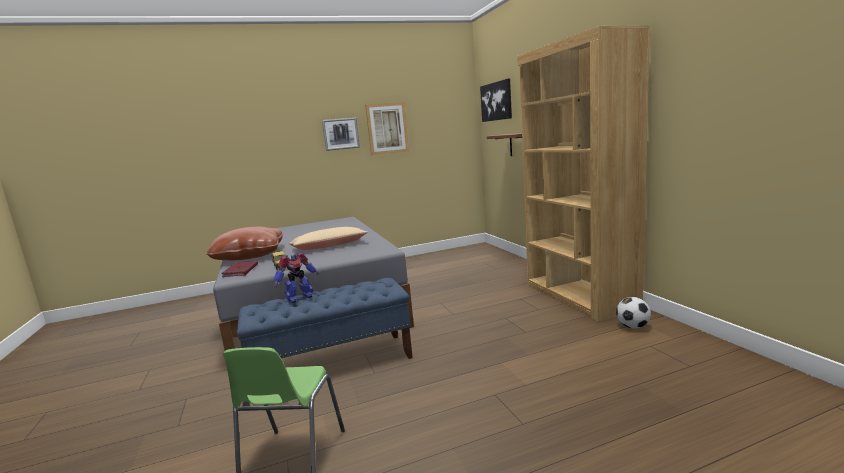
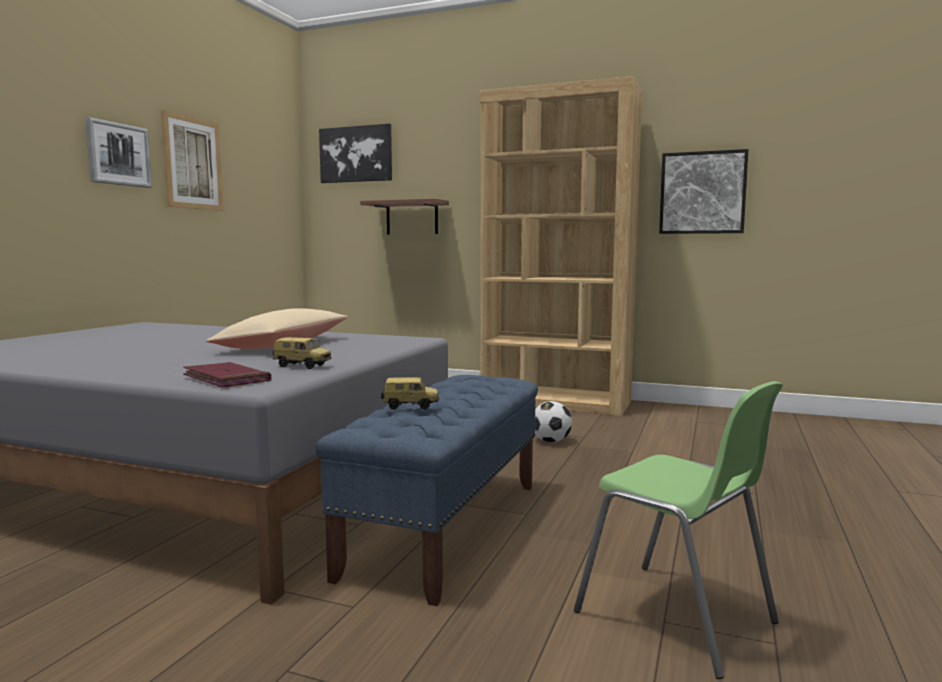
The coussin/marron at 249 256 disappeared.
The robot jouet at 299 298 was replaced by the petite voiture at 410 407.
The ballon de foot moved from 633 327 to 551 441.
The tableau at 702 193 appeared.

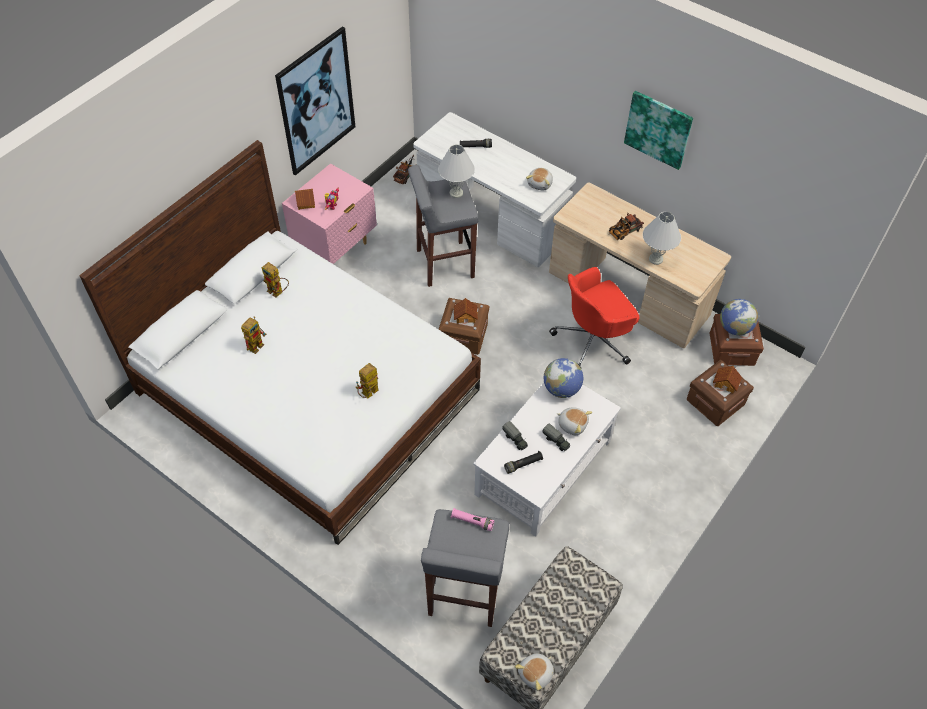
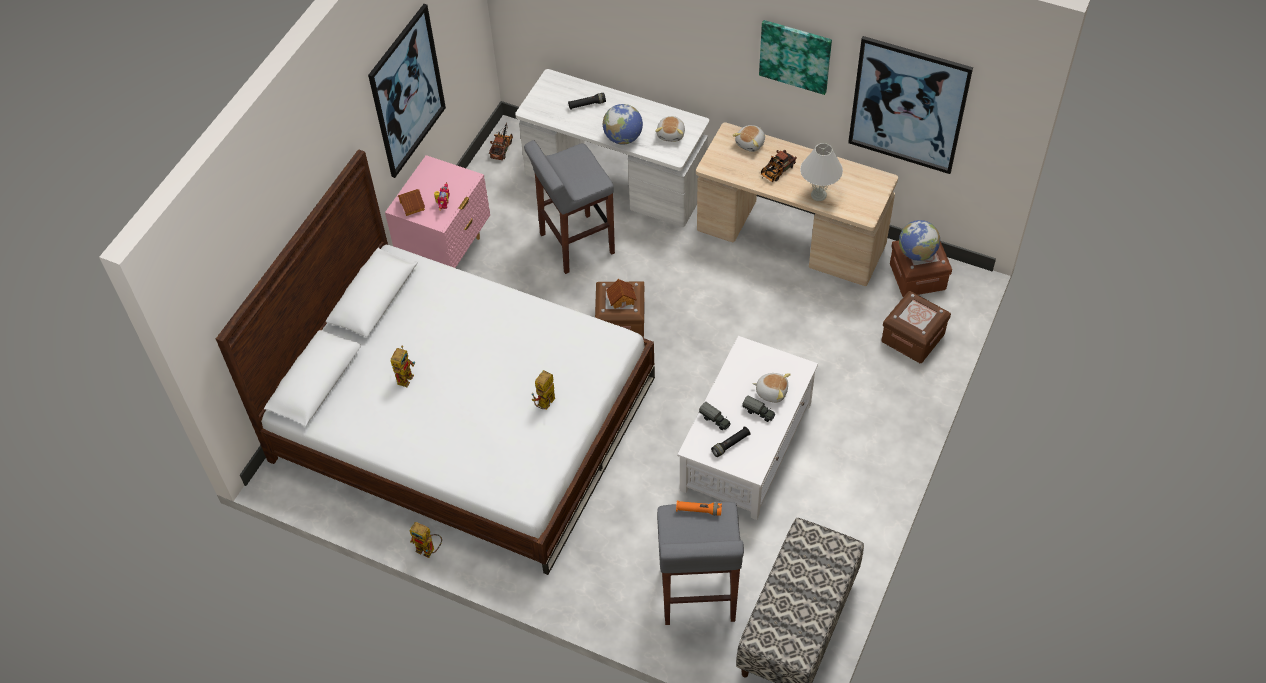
The robot jouet moved from 278 292 to 429 550.
The lampe de table/blanc at 456 193 disappeared.
The lampe de poche/rose at 472 521 became the lampe de poche/orange at 698 510.
The peluche moved from 536 674 to 751 143.
The globe moved from 561 389 to 623 138.
The chaise de bureau/rouge at 593 340 disappeared.
The maison miniature at 726 383 disappeared.
The tableau at 908 105 appeared.

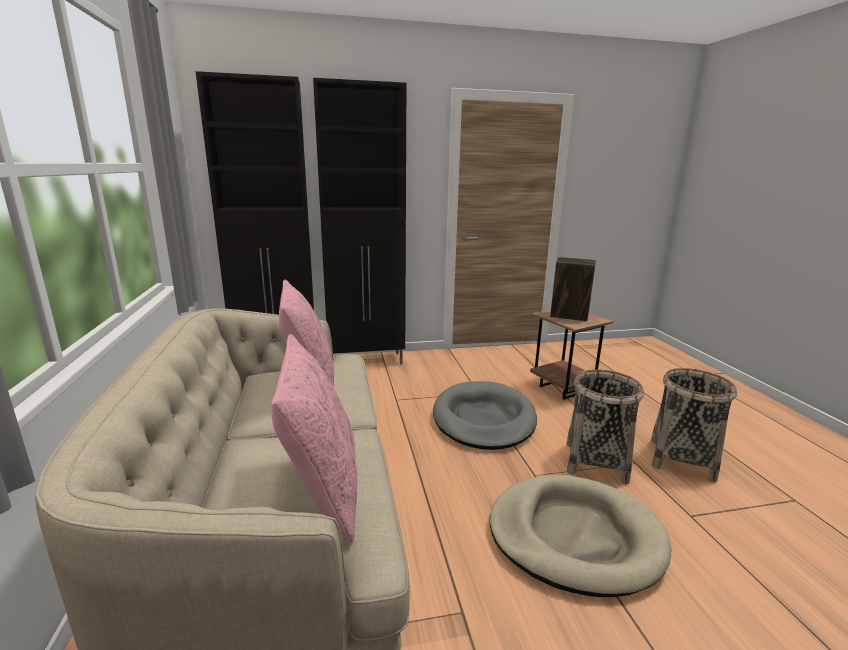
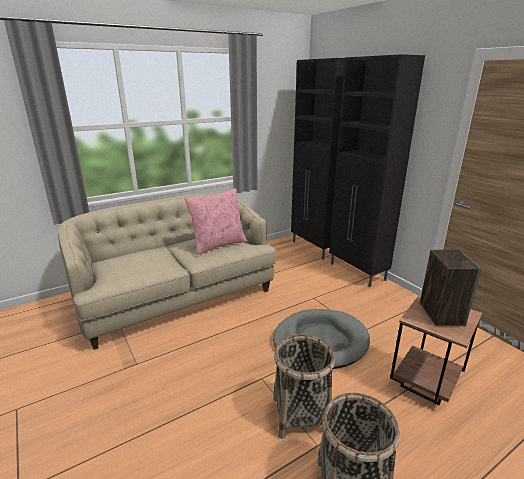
The coussin/rose at 322 490 disappeared.
The panier pour chien/beige at 574 536 disappeared.

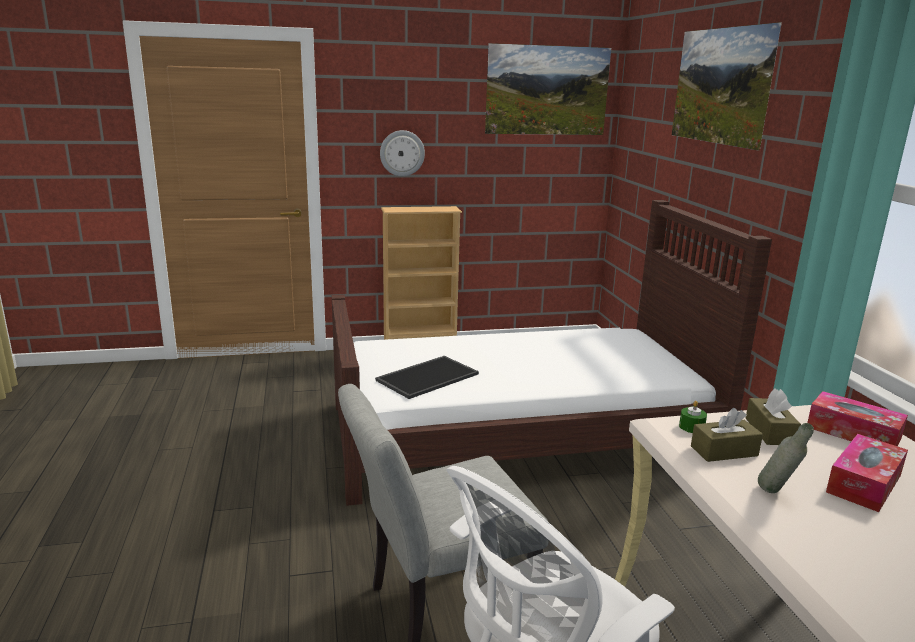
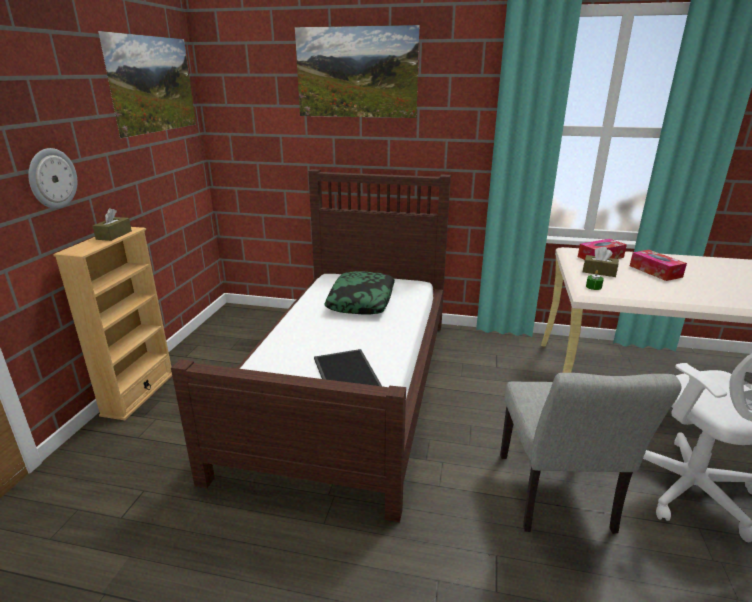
The boîte à mouchoirs/marron moved from 724 451 to 114 235.
The bouteille/gris at 776 494 disappeared.
The coussin at 361 301 appeared.

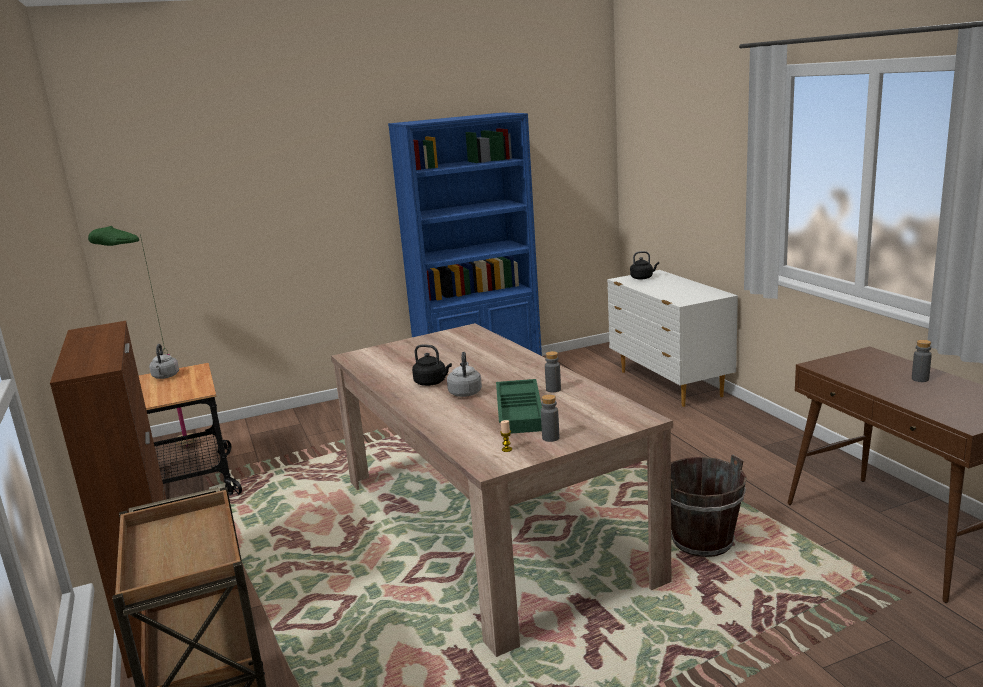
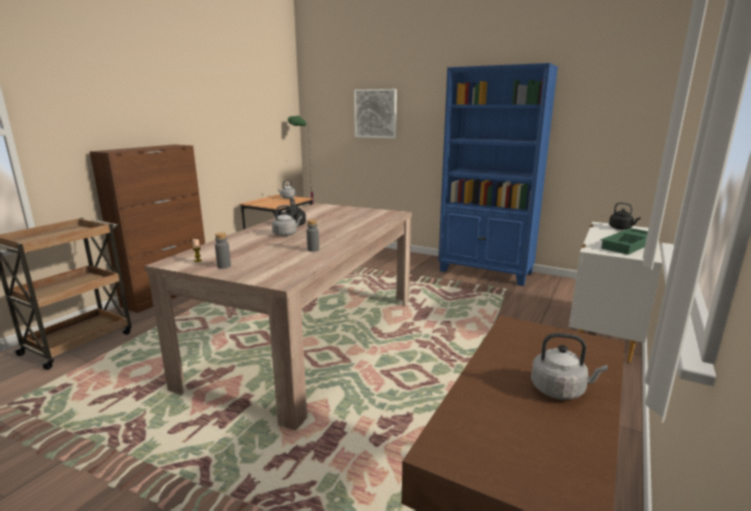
The plateau/vert moved from 521 412 to 629 245.
The seau/marron at 702 542 disappeared.
The bouteille/gris at 920 379 was replaced by the bouilloire/gris at 560 390.
The tableau at 375 113 appeared.

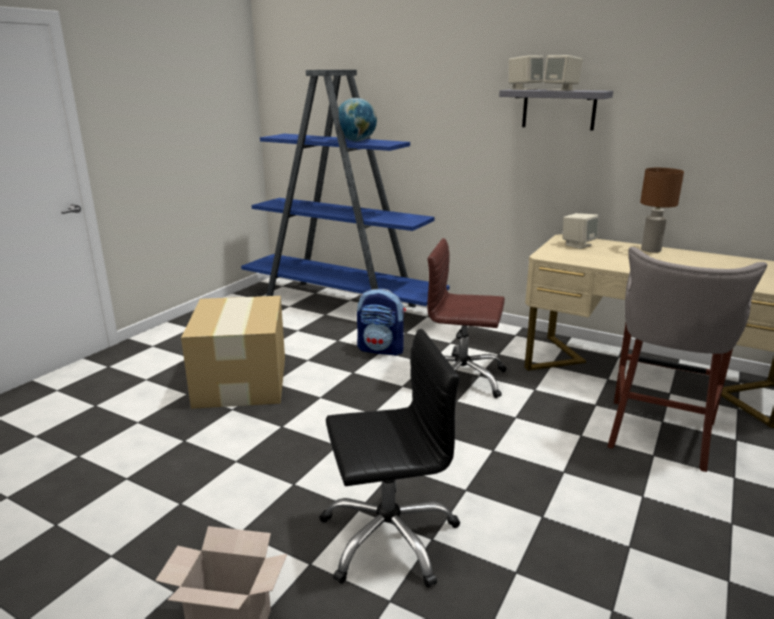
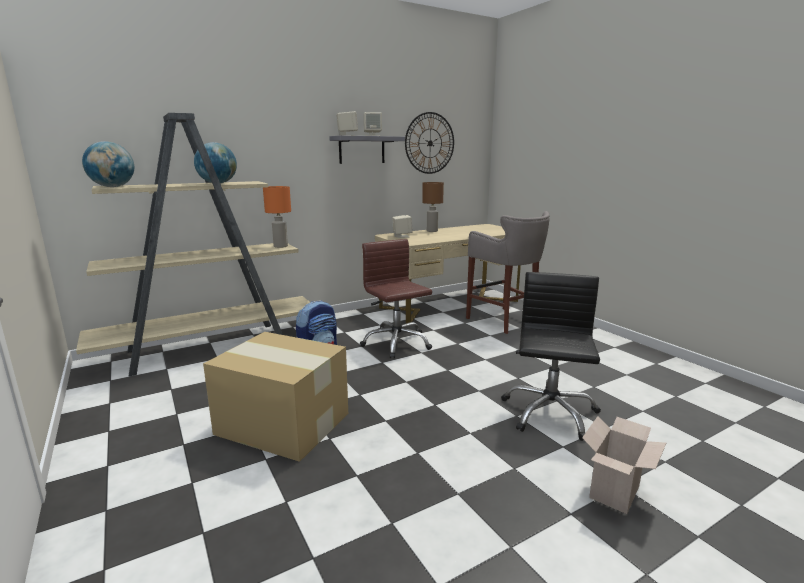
The bibliothèque/bleu at 342 304 became the bibliothèque/beige at 211 347.
The chaise de bureau/marron at 461 378 turned 105 degrees clockwise.
The globe at 112 187 appeared.
The lampe de table/orange at 281 246 appeared.
The horloge murale at 430 143 appeared.

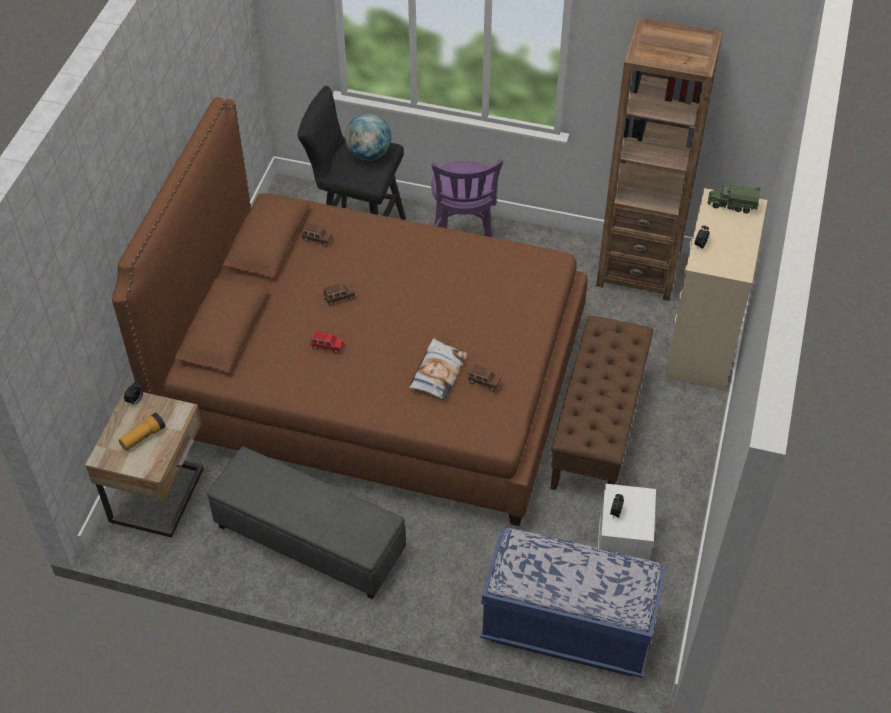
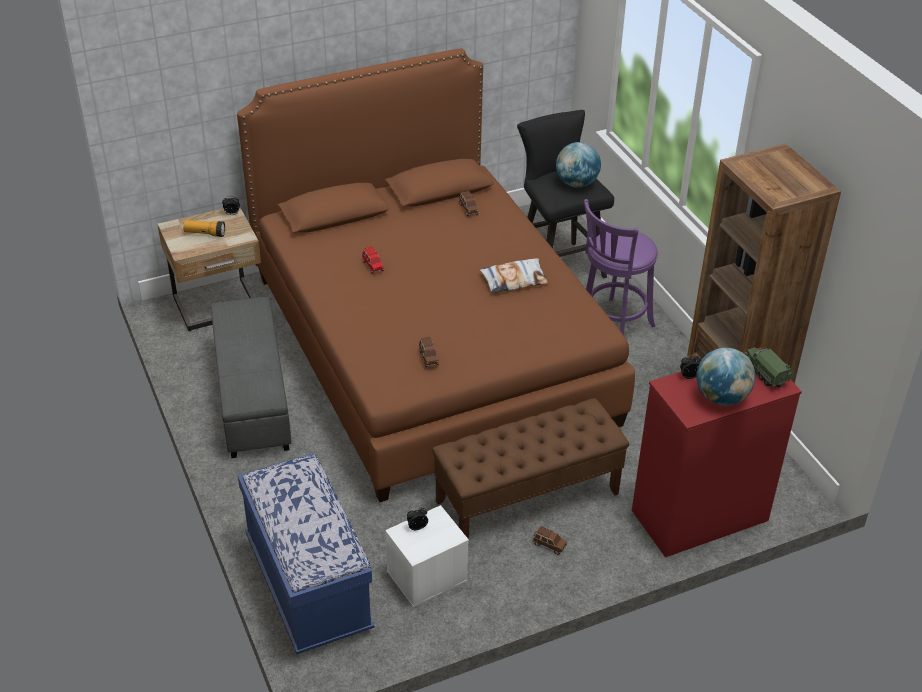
The petite voiture/marron moved from 339 298 to 549 545.
The coussin moved from 438 372 to 514 280.
The commode/beige at 703 344 became the commode/rouge at 698 516.
The globe at 721 397 appeared.

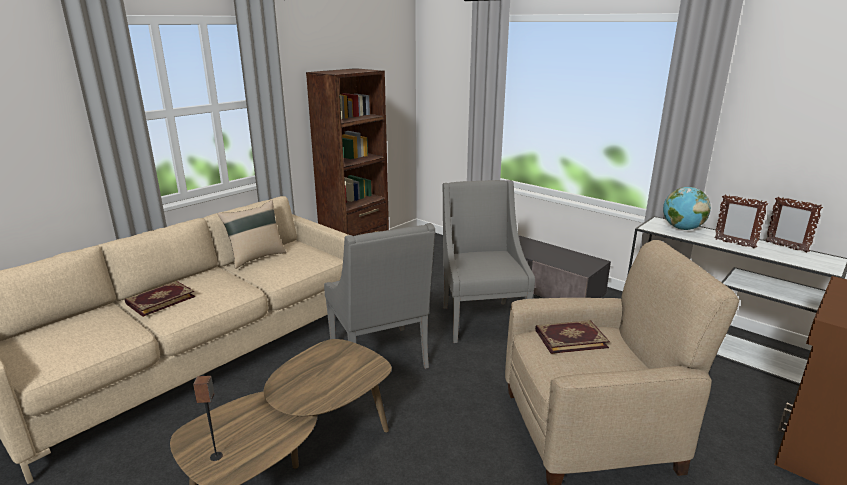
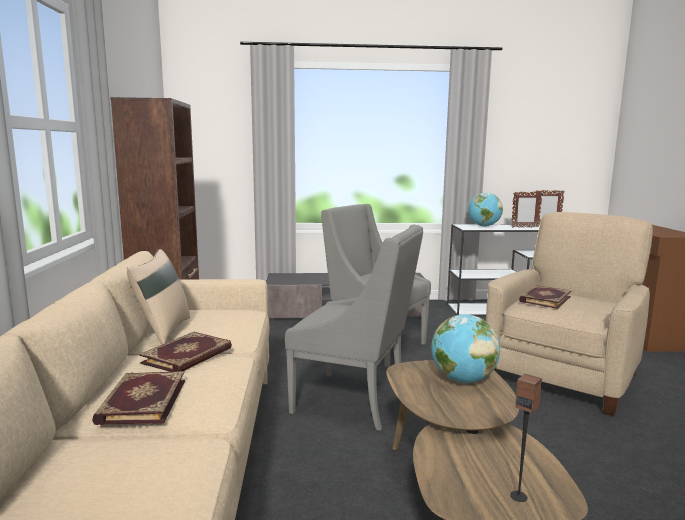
The livre at 188 356 appeared.
The globe at 462 380 appeared.

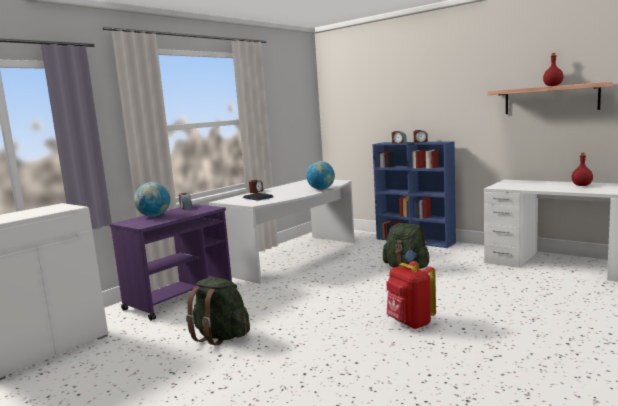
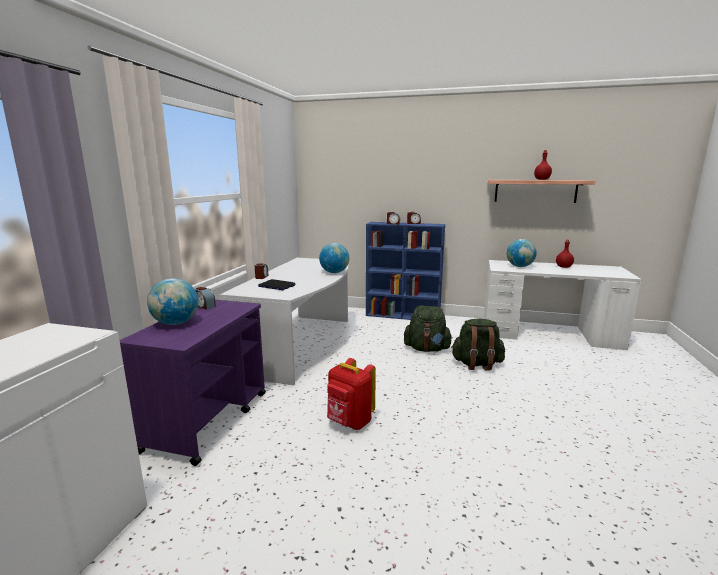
The sac à dos/vert moved from 220 336 to 477 364.
The sac à dos/rouge moved from 410 323 to 349 422.
The globe at 519 266 appeared.

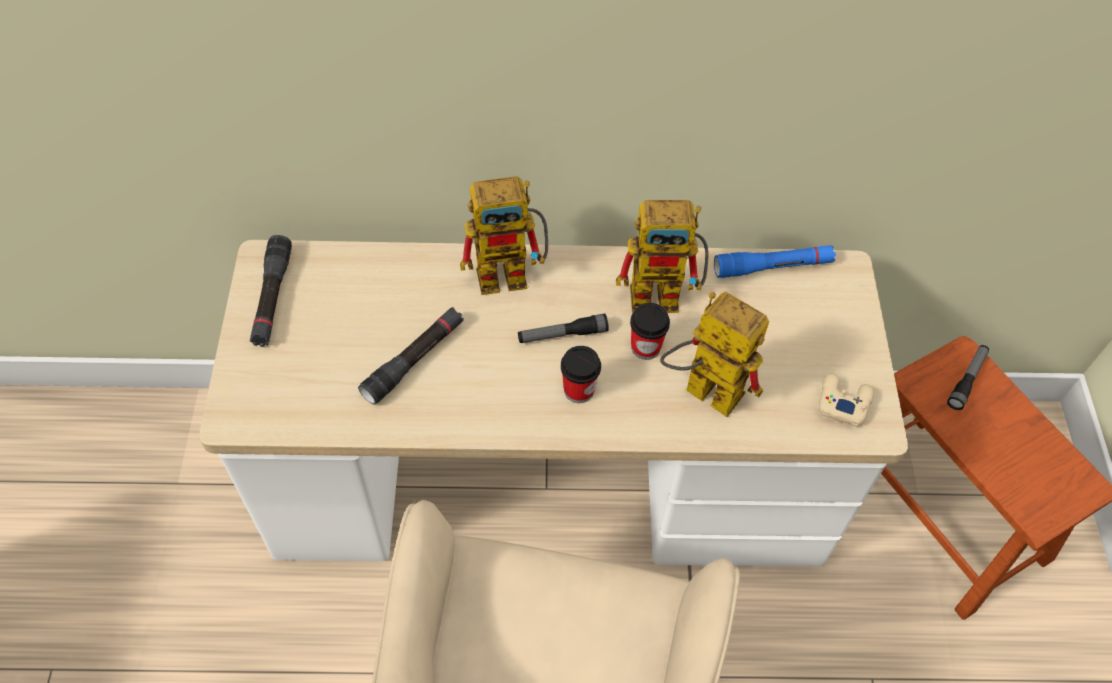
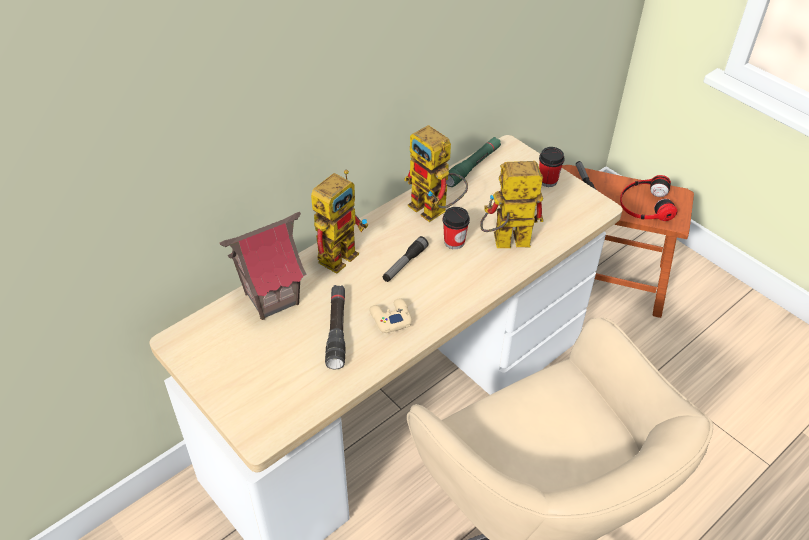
The lampe de poche/noir at 272 297 disappeared.
The tasse moved from 579 390 to 547 180.
The robot jouet at 666 294 turned 90 degrees clockwise.
The lampe de poche/bleu at 773 267 became the lampe de poche/vert at 472 166.
The manette/beige moved from 843 402 to 390 318.
The maison miniature at 271 298 appeared.
The casque audio at 645 204 appeared.

